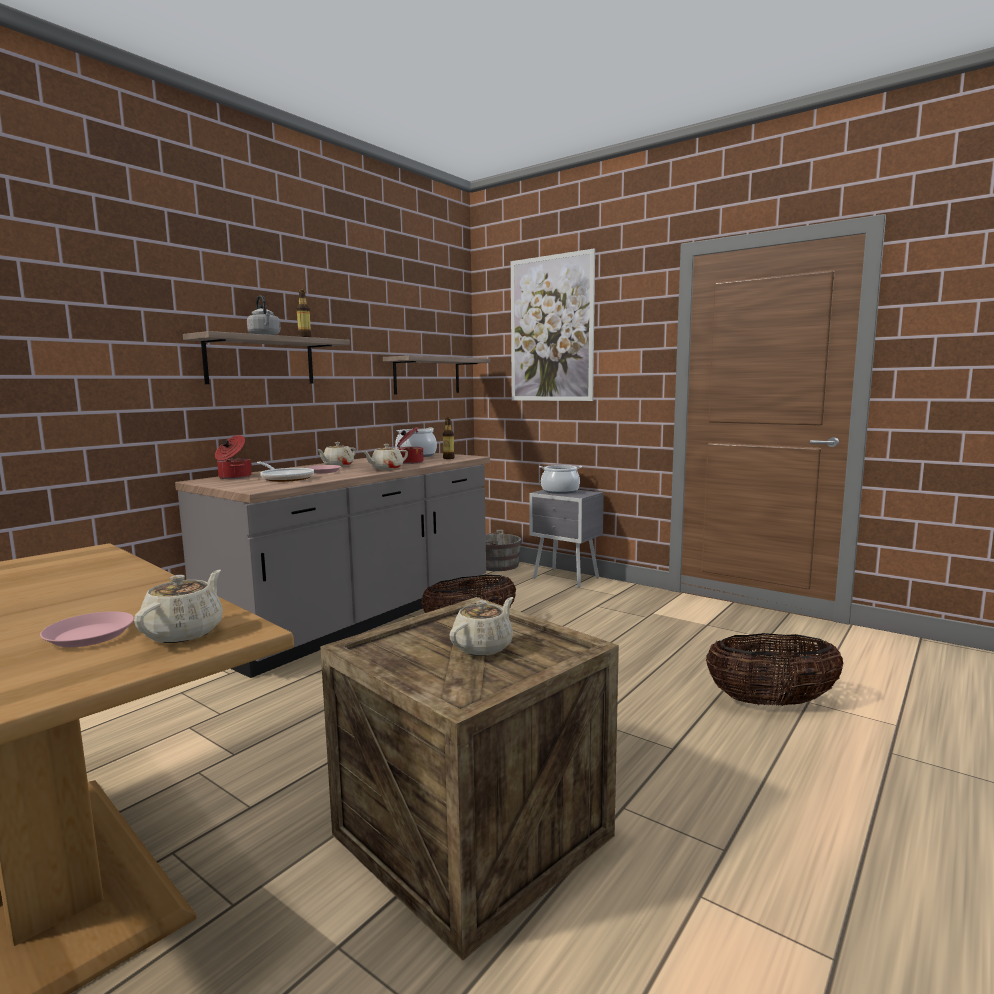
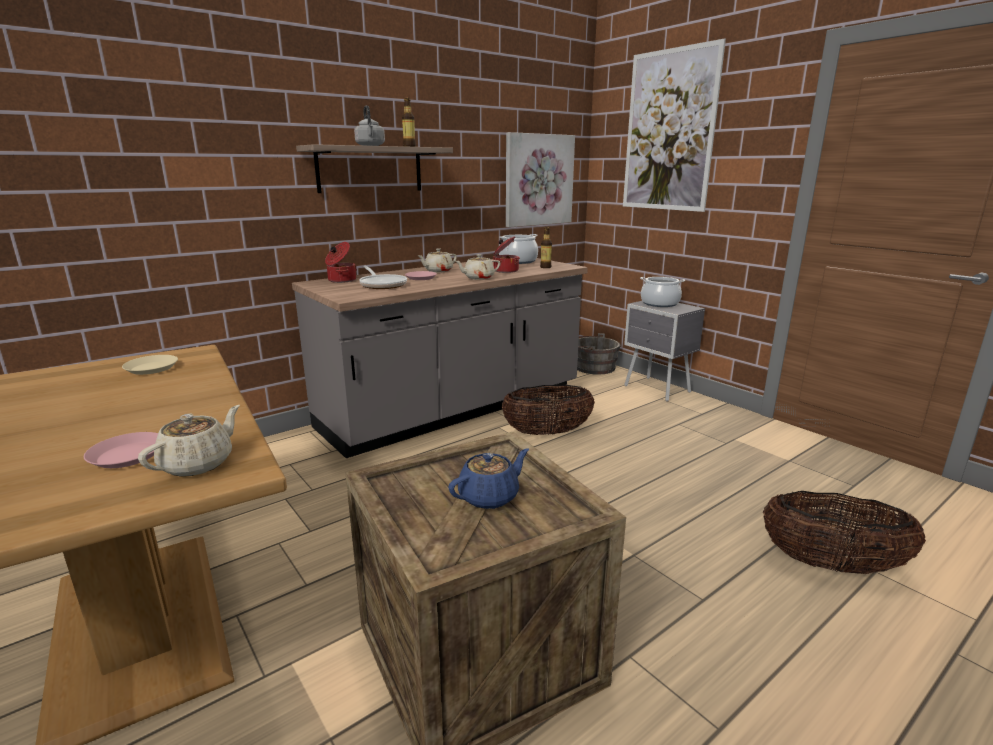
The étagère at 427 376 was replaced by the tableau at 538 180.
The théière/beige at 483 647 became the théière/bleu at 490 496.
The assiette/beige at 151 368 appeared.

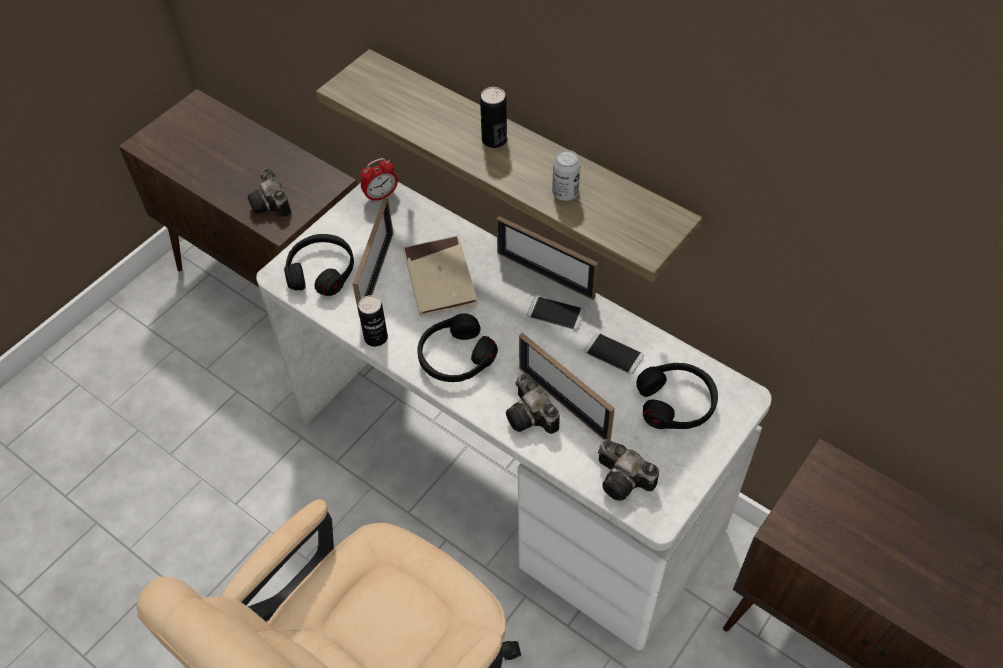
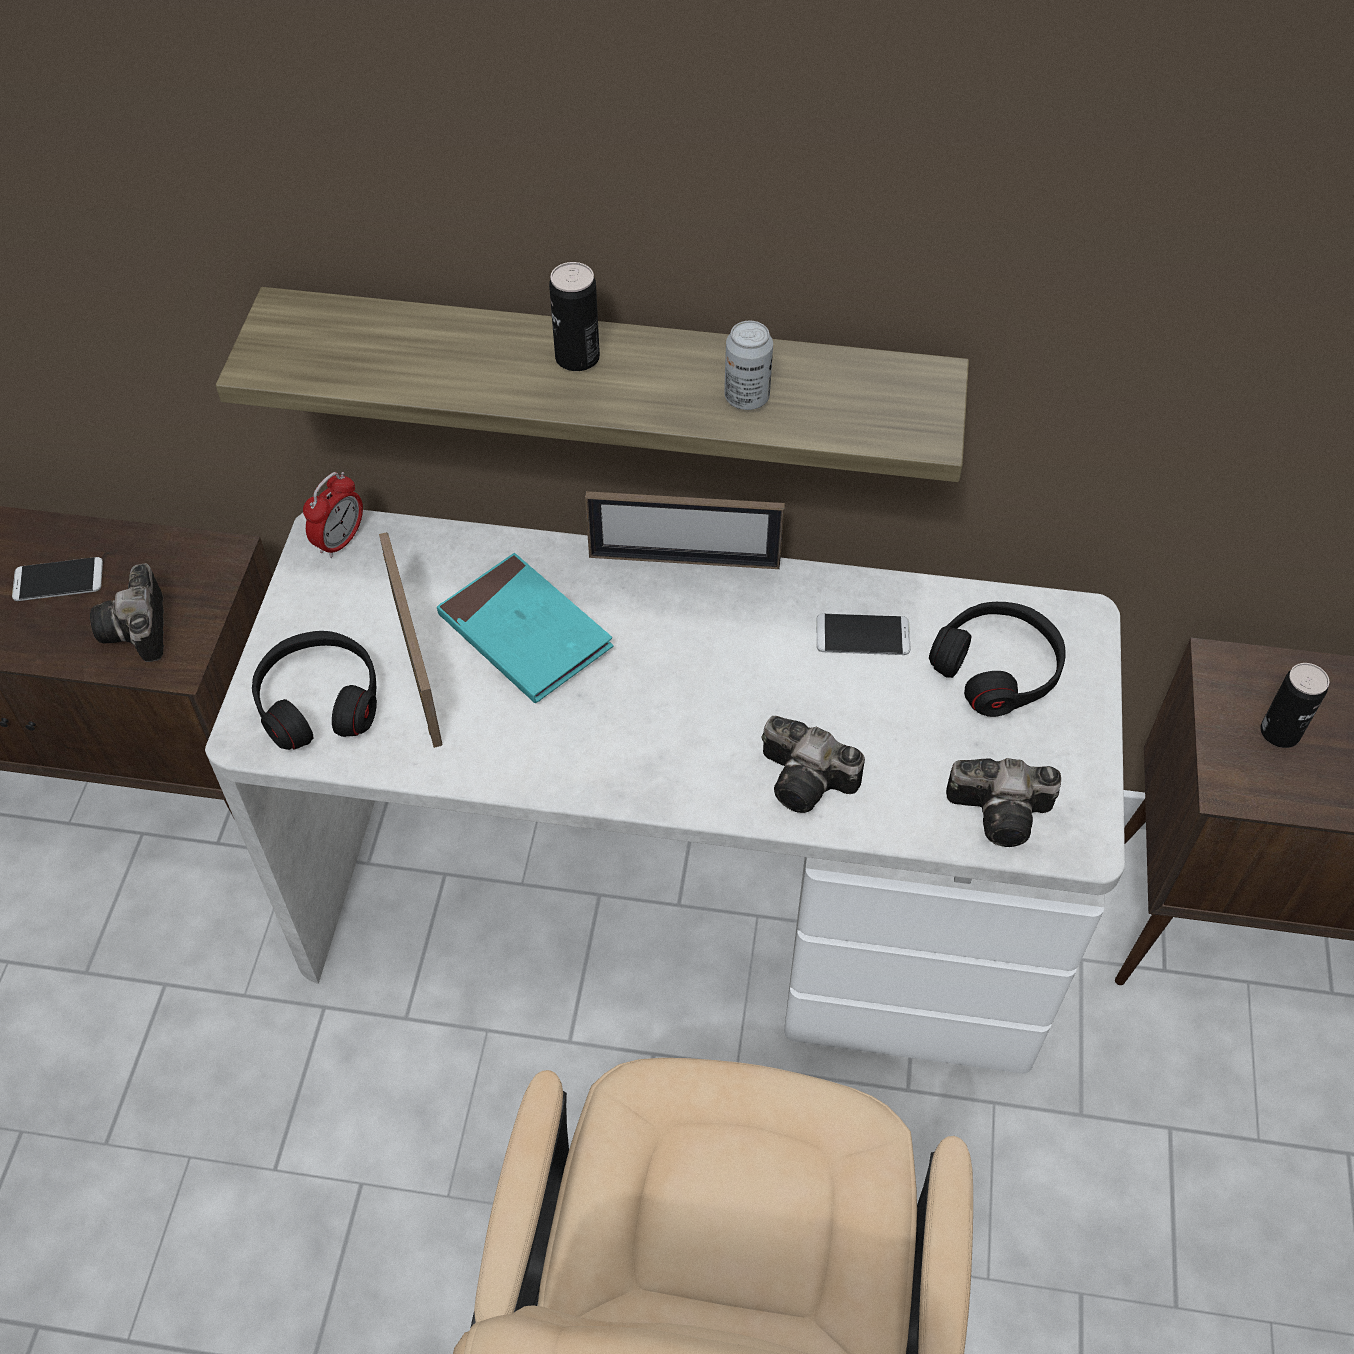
The appareil photo at 272 205 turned 45 degrees clockwise.
The boîte métallique moved from 376 338 to 1279 732.
The livre/beige at 440 279 became the livre/turquoise at 525 633.
The casque audio/noir at 455 357 disappeared.
The cadre photo at 563 403 disappeared.
The téléphone moved from 555 313 to 58 580.

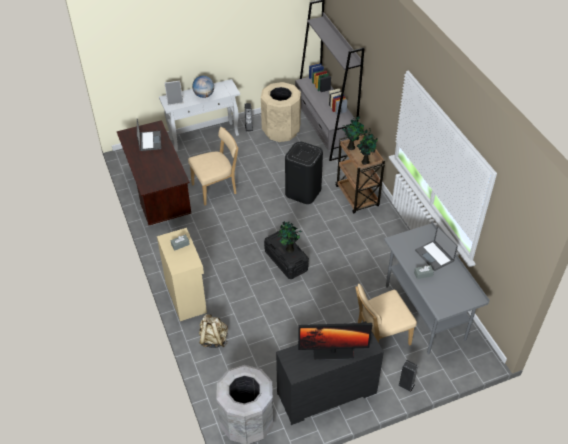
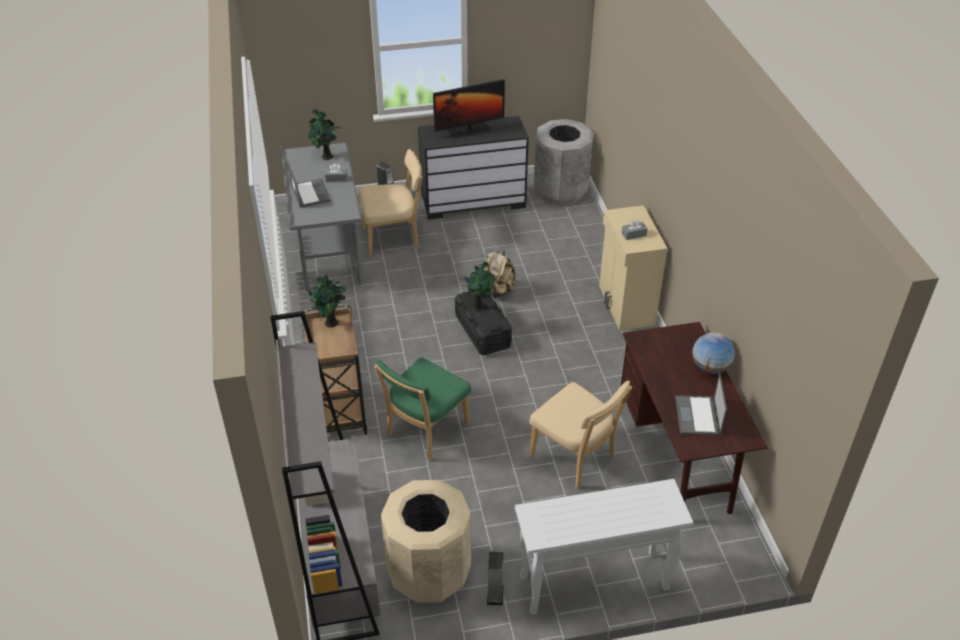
The cadre photo at 175 101 disappeared.
The chaise/beige at 216 188 turned 120 degrees counterclockwise.
The globe moved from 204 95 to 710 368.
The sac à dos/beige moved from 213 339 to 497 291.
The poubelle/noir at 303 191 was replaced by the chaise/vert at 425 432.
The écran d'ordinateur at 333 352 turned 150 degrees clockwise.
The plante en pot moved from 351 147 to 326 157.

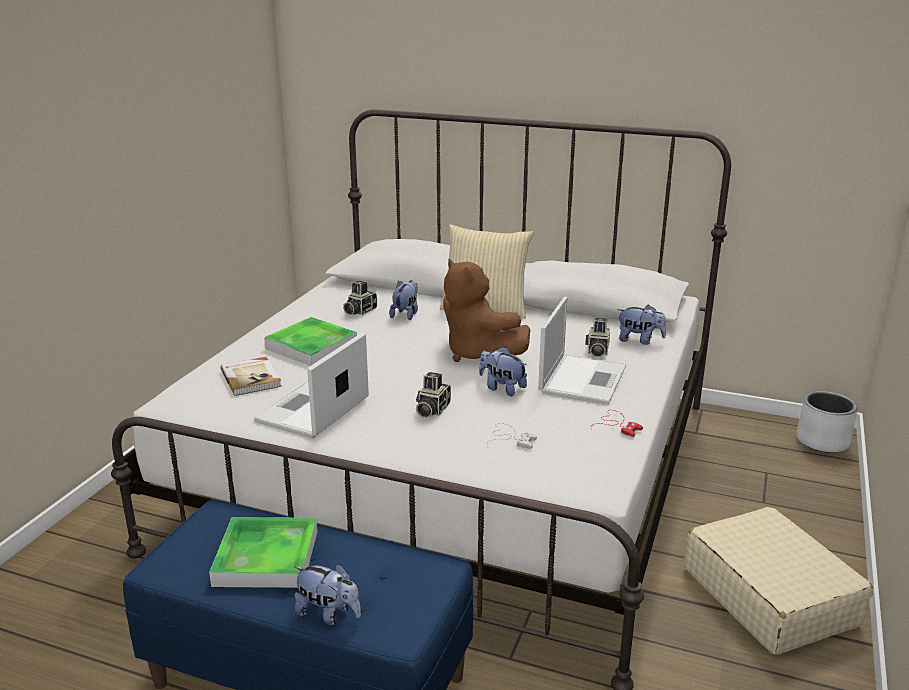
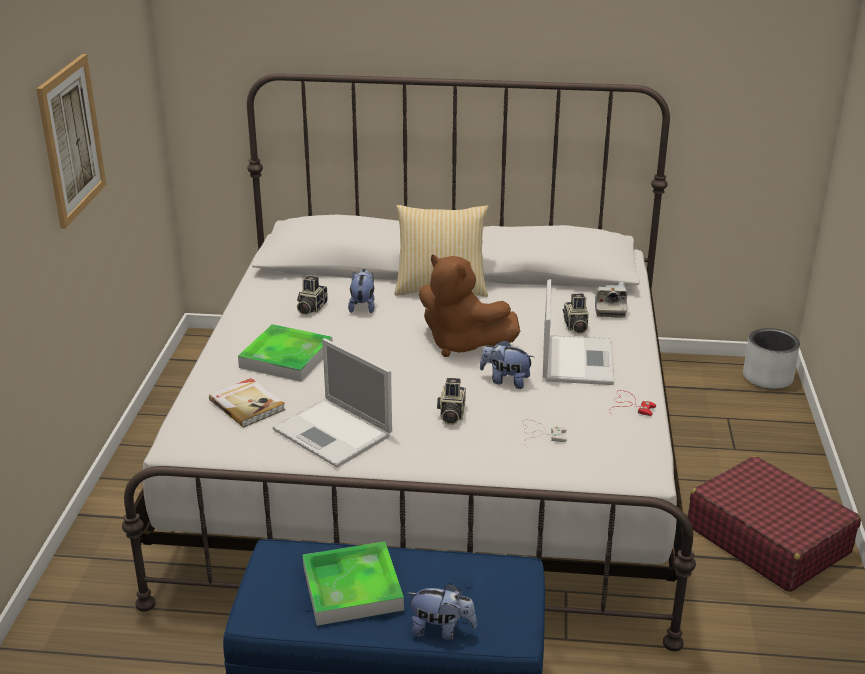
The ordinateur portable at 312 411 turned 60 degrees counterclockwise.
The peluche at 639 340 was replaced by the appareil photo at 609 308.
The valise/beige at 769 595 became the valise/rouge at 767 539.
The tableau at 71 140 appeared.

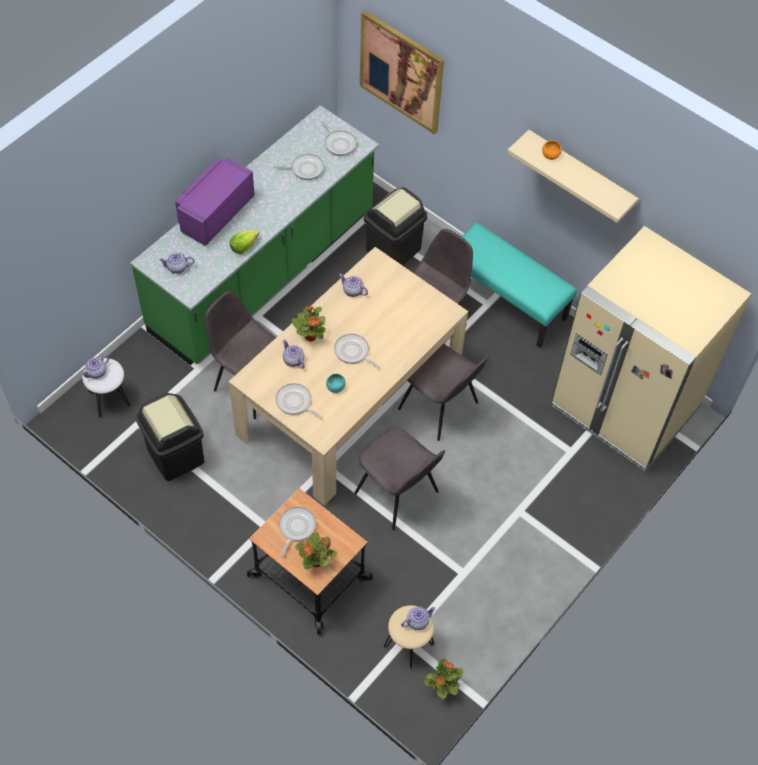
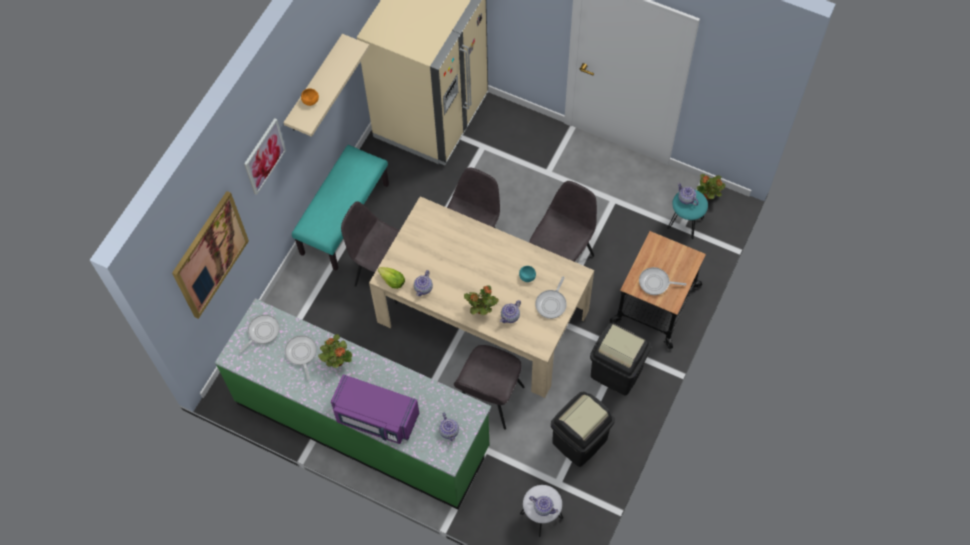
The laitue moved from 243 246 to 392 281.
The plante en pot moved from 316 561 to 338 360.
The poêle at 353 352 disappeared.
The poubelle/noir moved from 393 250 to 617 371.
The tabouret/beige at 408 645 became the tabouret/turquoise at 685 224.
The tableau at 264 156 appeared.

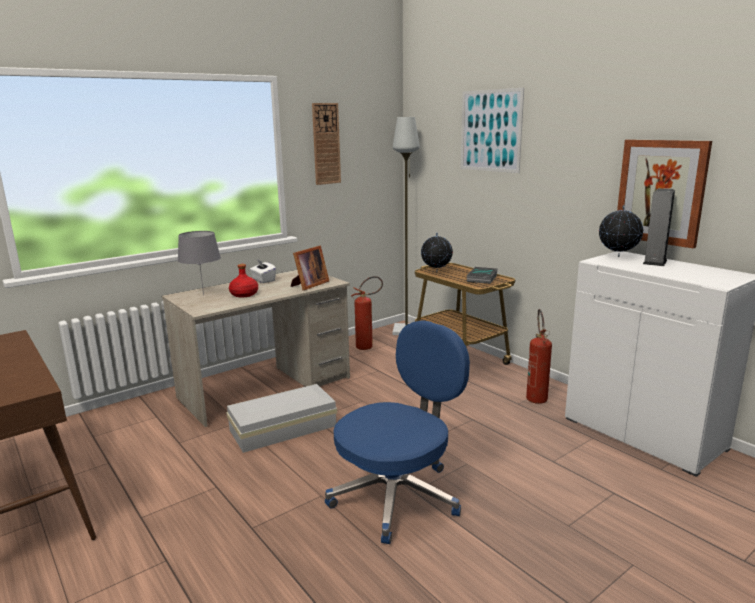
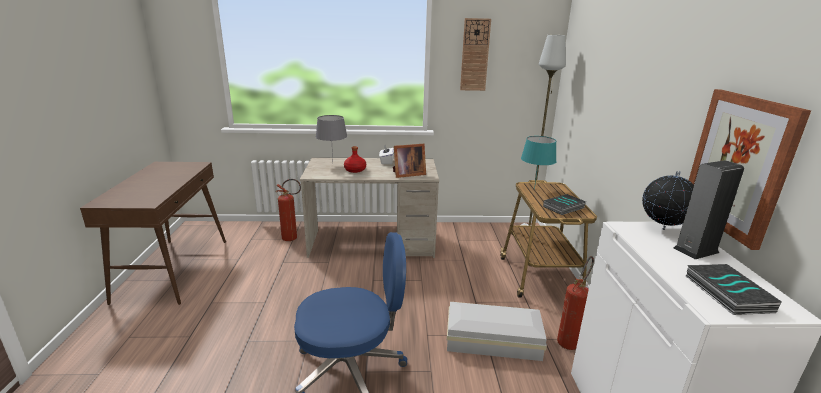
The boîte de rangement/blanc moved from 285 428 to 494 341.
The extincteur moved from 368 346 to 292 239.
The globe at 436 271 was replaced by the lampe de table/turquoise at 534 189.
The tableau at 490 131 disappeared.
The livre at 726 293 appeared.

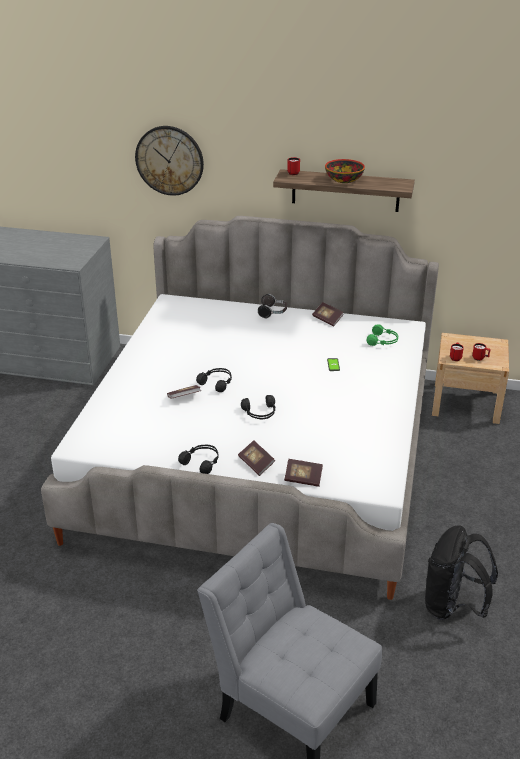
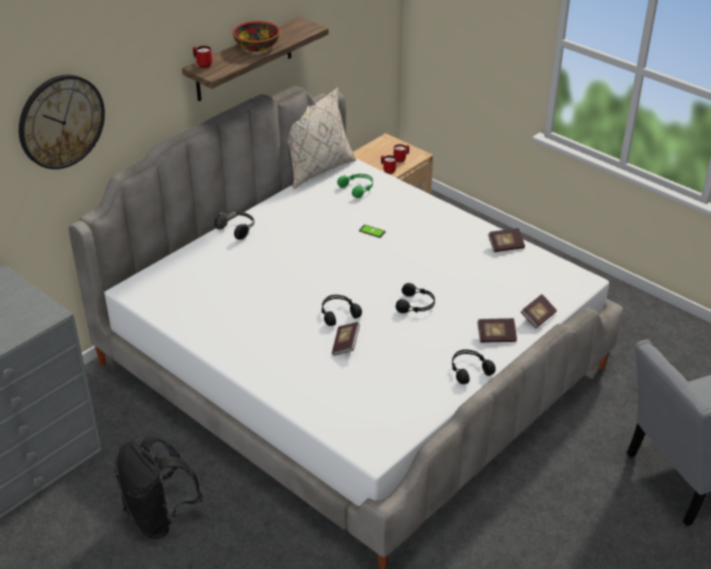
The livre moved from 327 319 to 505 246.
The sac à dos/noir moved from 453 606 to 159 517.
The coussin/beige at 316 169 appeared.

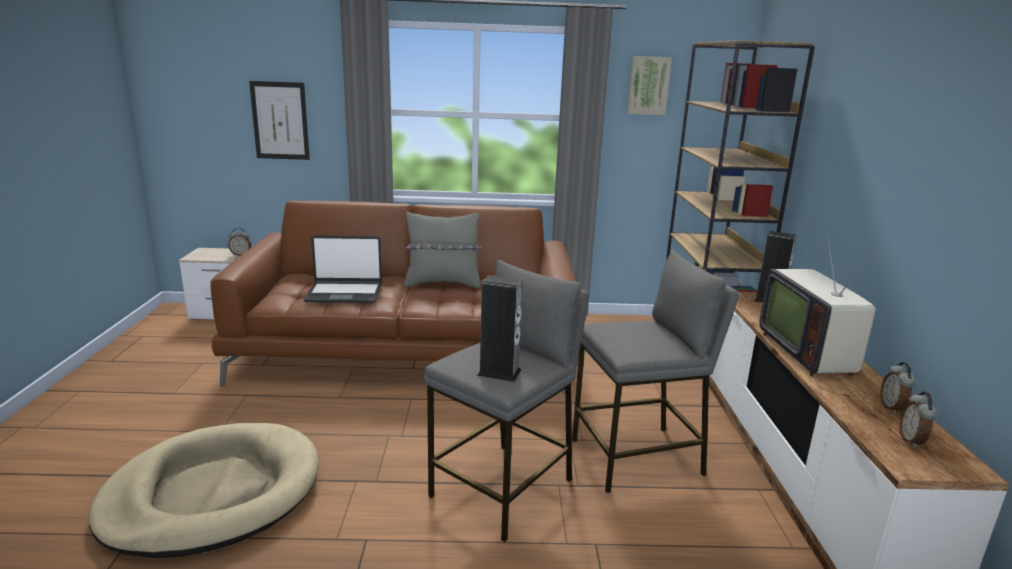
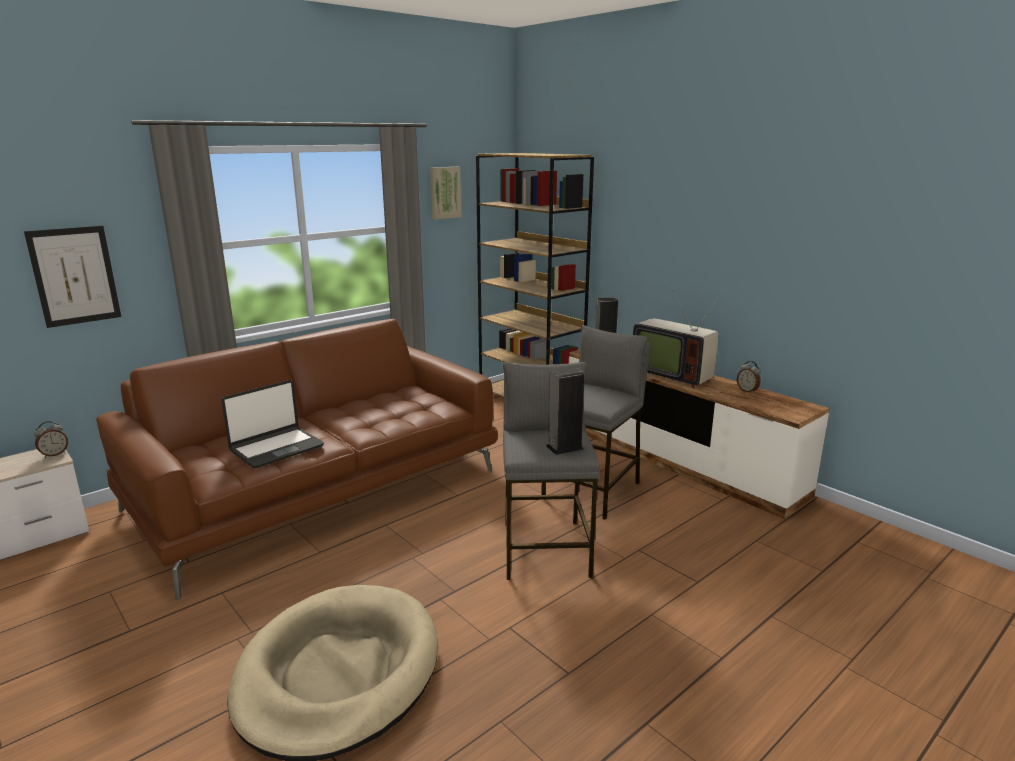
The coussin/gris at 443 283 disappeared.
The réveil at 912 441 disappeared.

